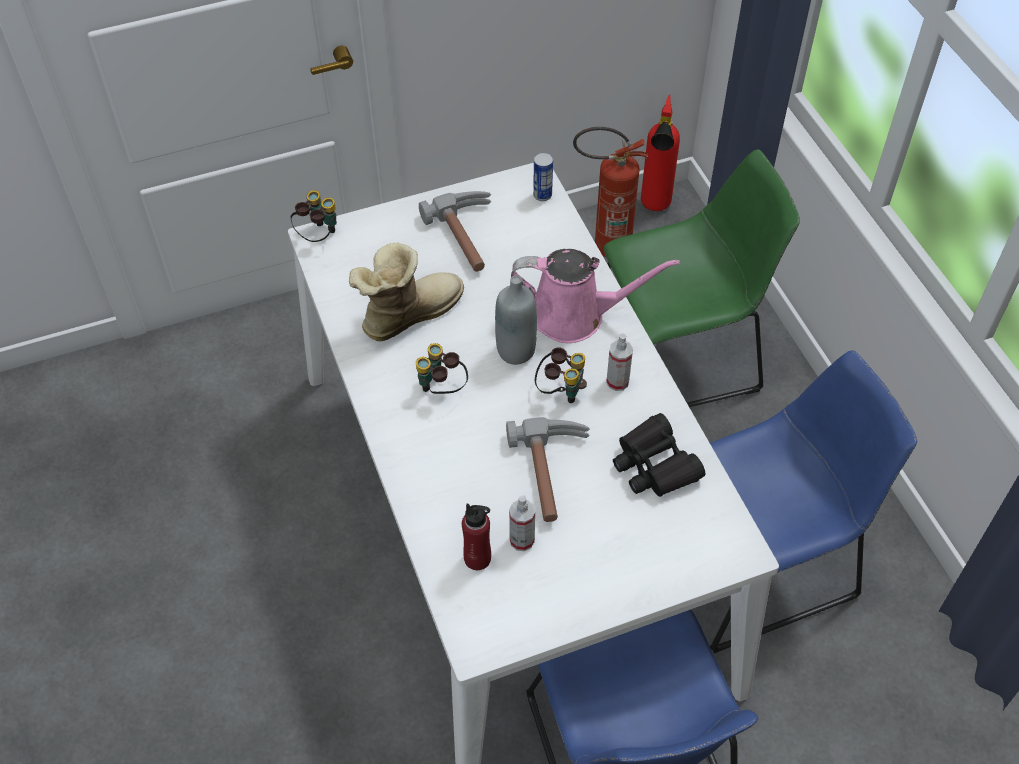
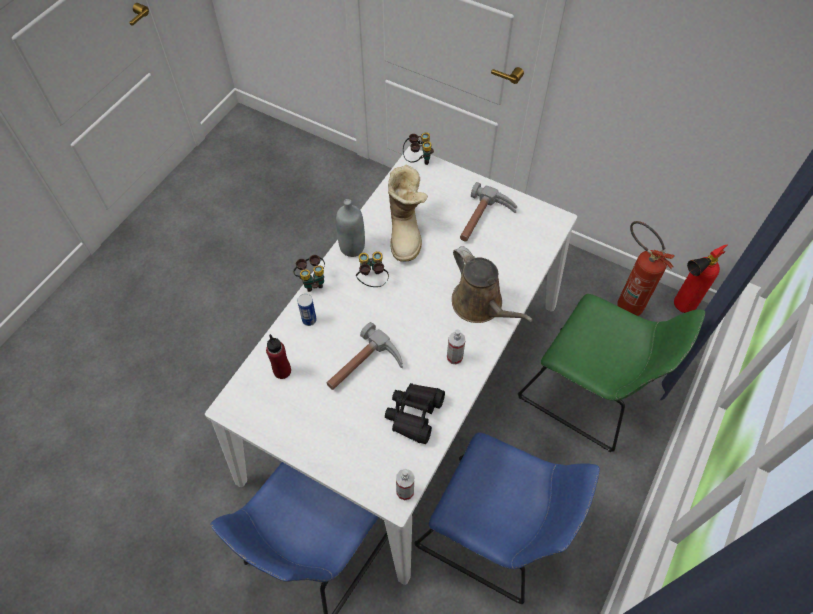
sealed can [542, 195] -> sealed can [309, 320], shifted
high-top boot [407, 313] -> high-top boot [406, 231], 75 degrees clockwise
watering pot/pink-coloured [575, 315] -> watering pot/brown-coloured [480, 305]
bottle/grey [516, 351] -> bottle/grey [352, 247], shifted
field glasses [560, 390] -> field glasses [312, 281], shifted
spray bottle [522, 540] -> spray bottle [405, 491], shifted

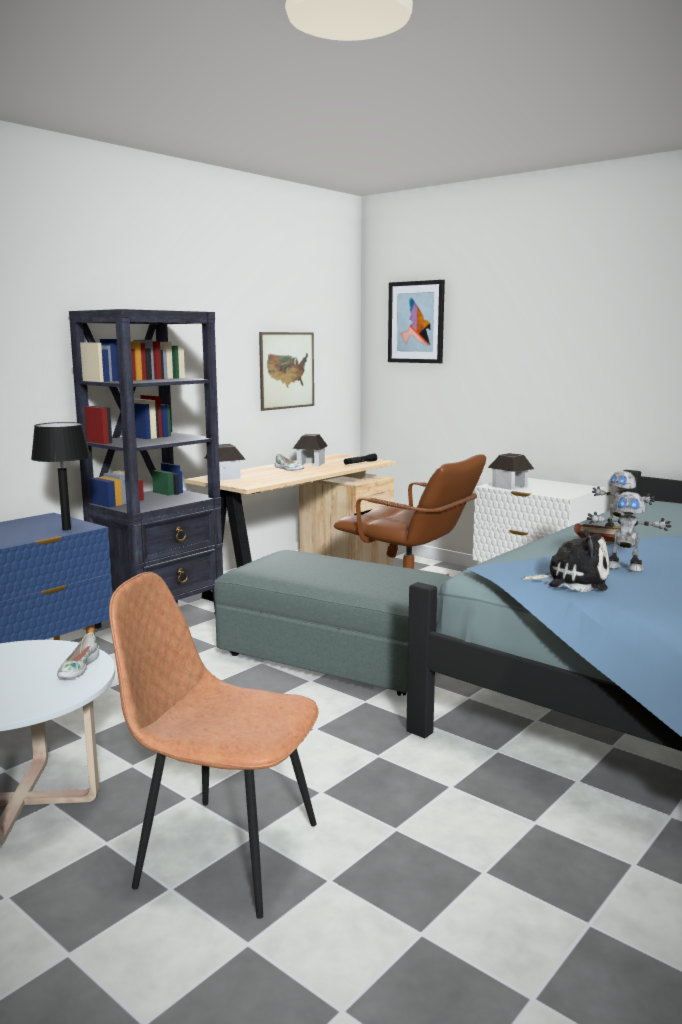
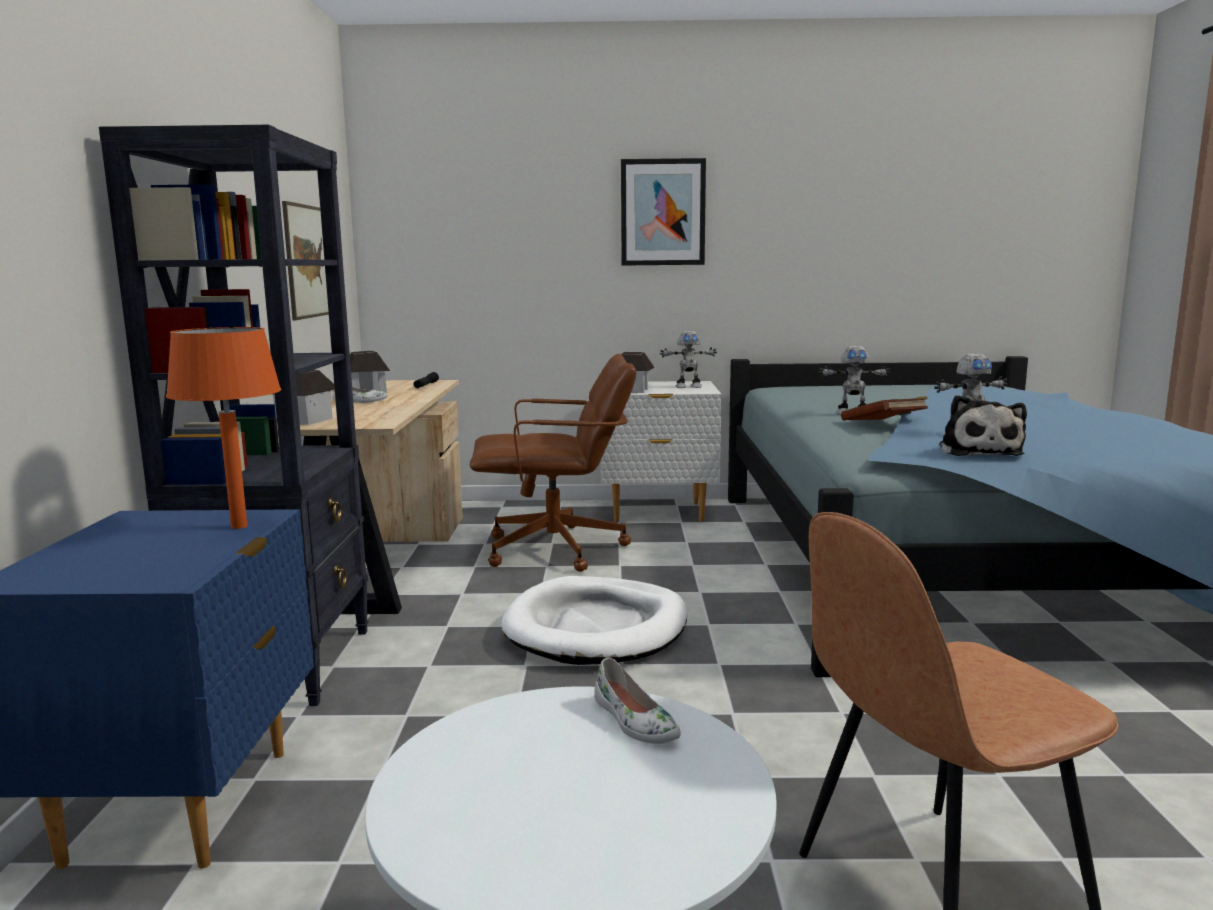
picture [416, 322] -> picture [662, 212], shifted
lamp for a table/black [66, 529] -> lamp for a table/orange [239, 526]
plush toy [572, 581] -> plush toy [979, 451], 120 degrees clockwise
footrest/grey [337, 656] -> pet bed/white [597, 628]
none -> robot figure [688, 387]

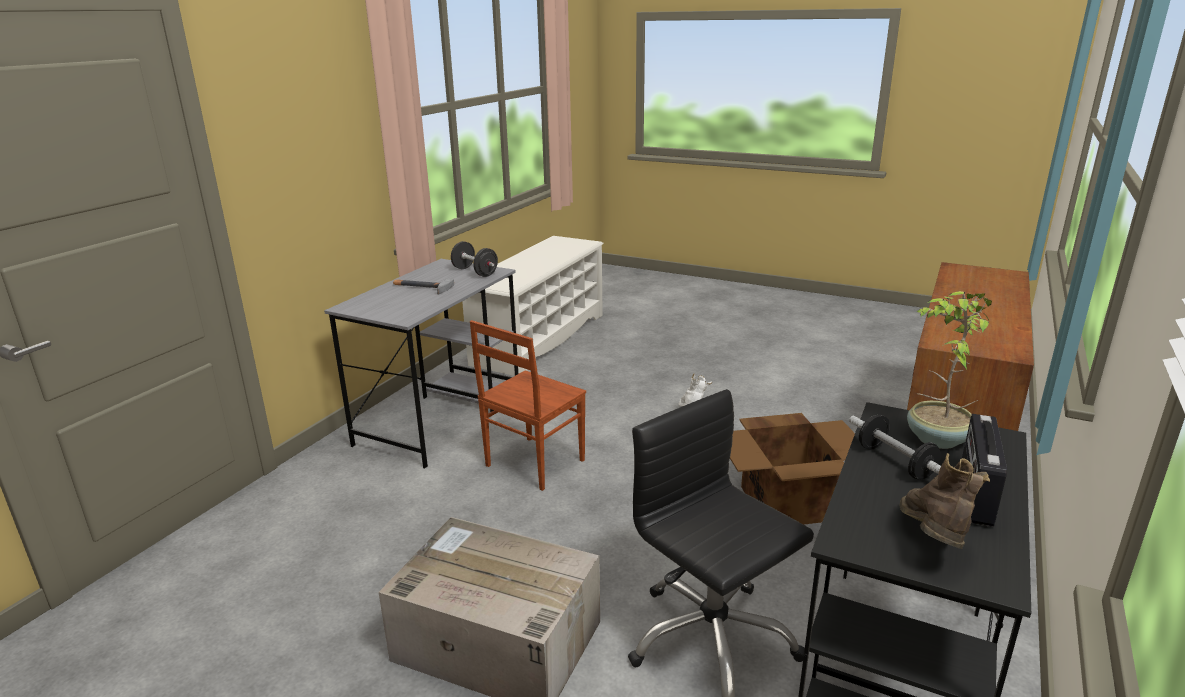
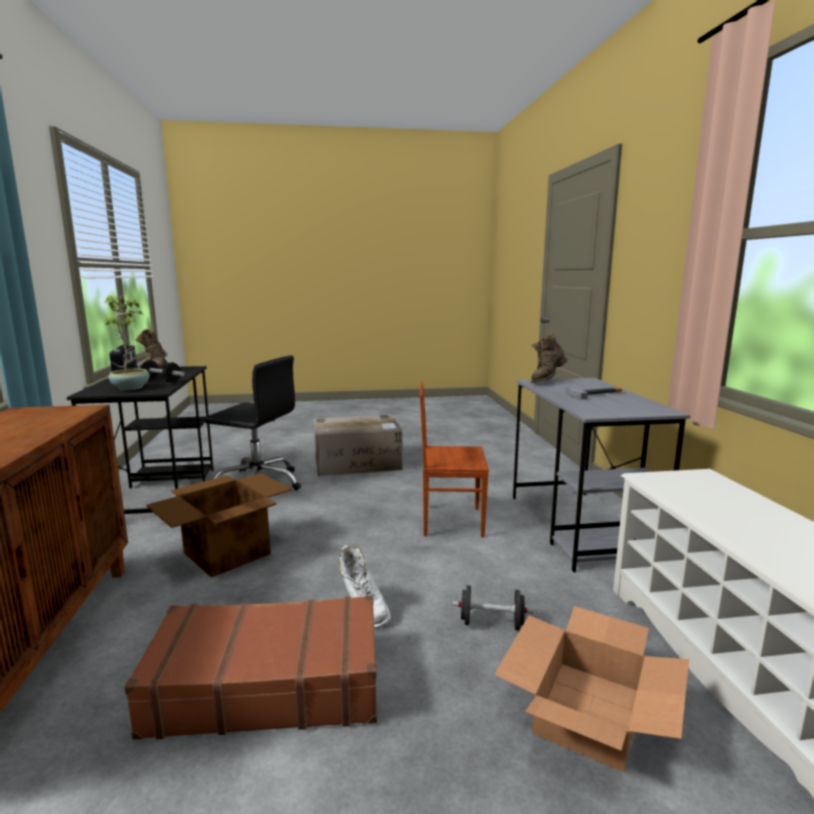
free weight/black [475, 272] -> free weight/black [491, 623], shifted
plain chair/brown-coloured [533, 463] -> plain chair/brown-coloured [450, 520], 90 degrees counterclockwise
none -> high-top boot/brown-coloured [547, 381]
none -> suitcase/brown-coloured [267, 683]
none -> cardboard box [588, 712]

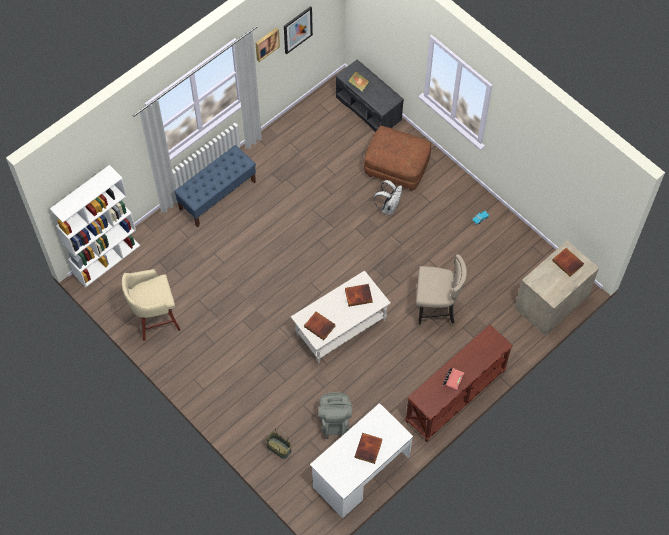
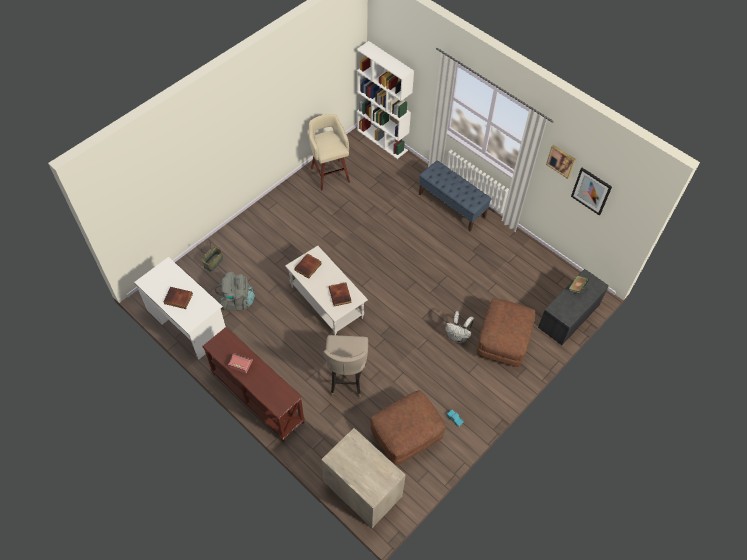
bound book [568, 262] -> none
none -> footrest/brown-coloured [406, 435]

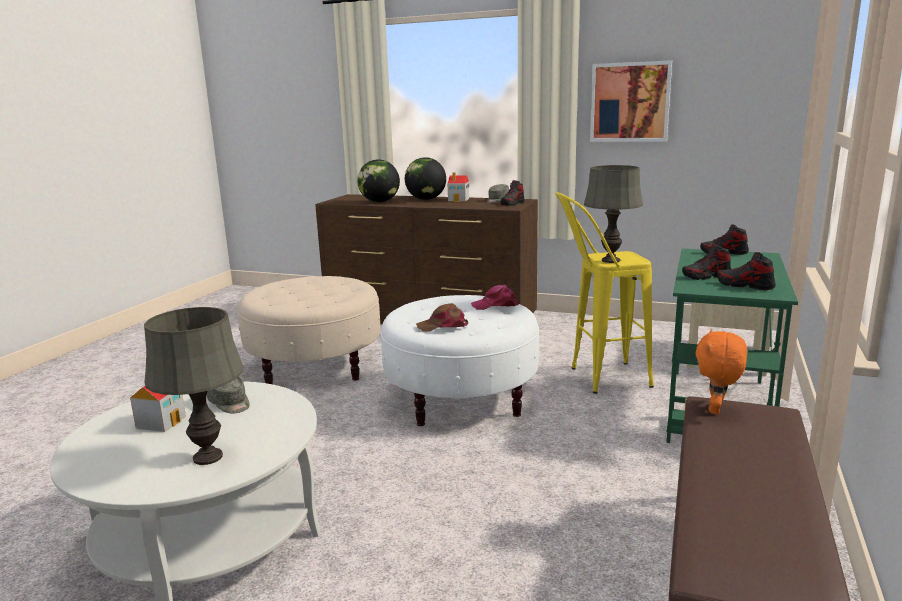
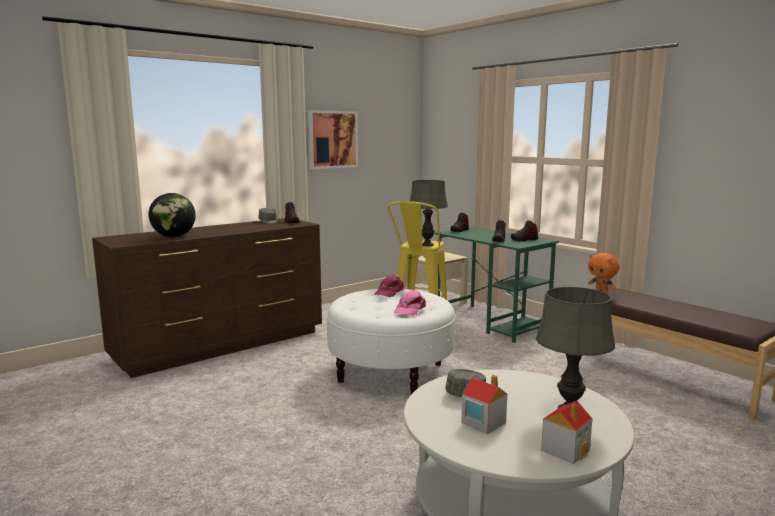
desk globe [426, 199] -> none
miniature house [459, 200] -> miniature house [565, 450], shifted
footrest/beige [315, 366] -> none
cap/brown-coloured [443, 326] -> cap/pink-coloured [409, 309]

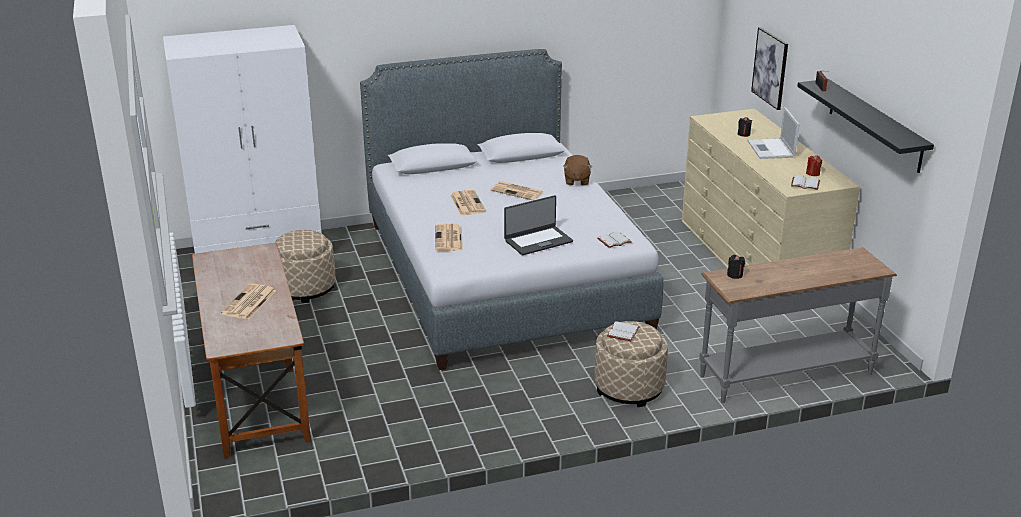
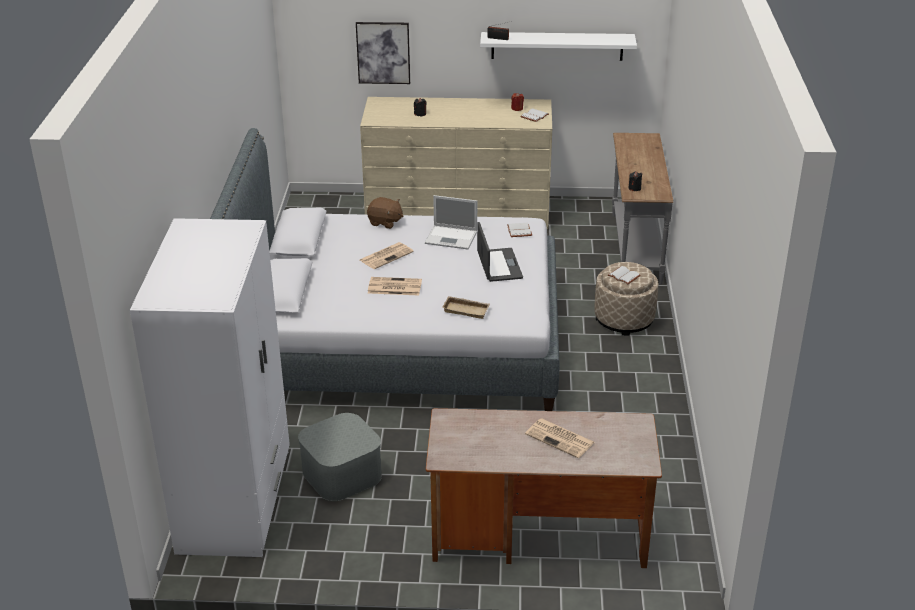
wall shelf/black [875, 125] -> wall shelf/white [557, 46]
laptop [771, 149] -> laptop [452, 237], shifted
printed paper [449, 239] -> tray/beige [467, 310]
footrest/beige [305, 288] -> storage box/grey [341, 473]

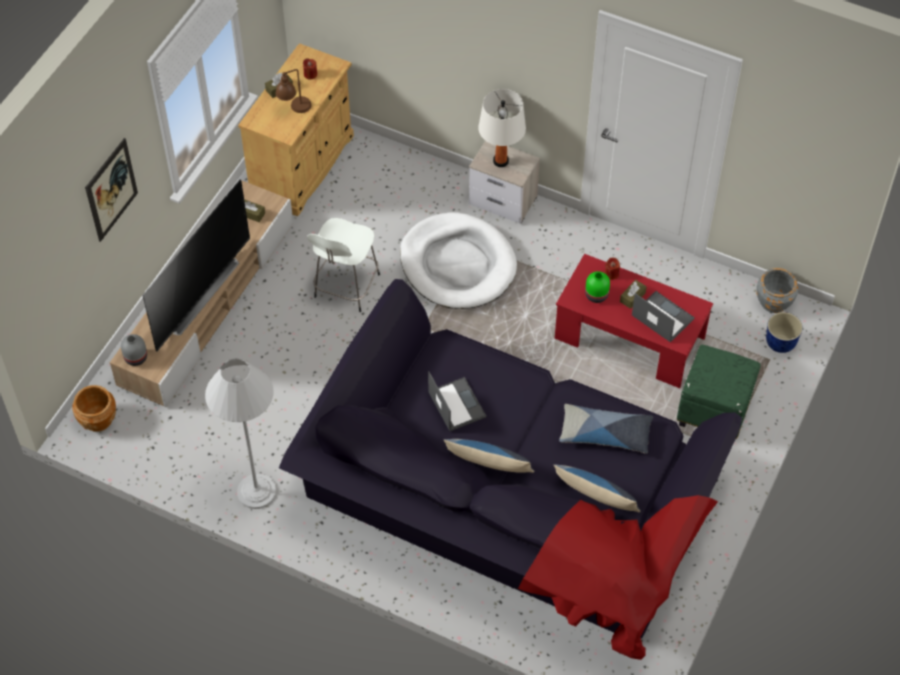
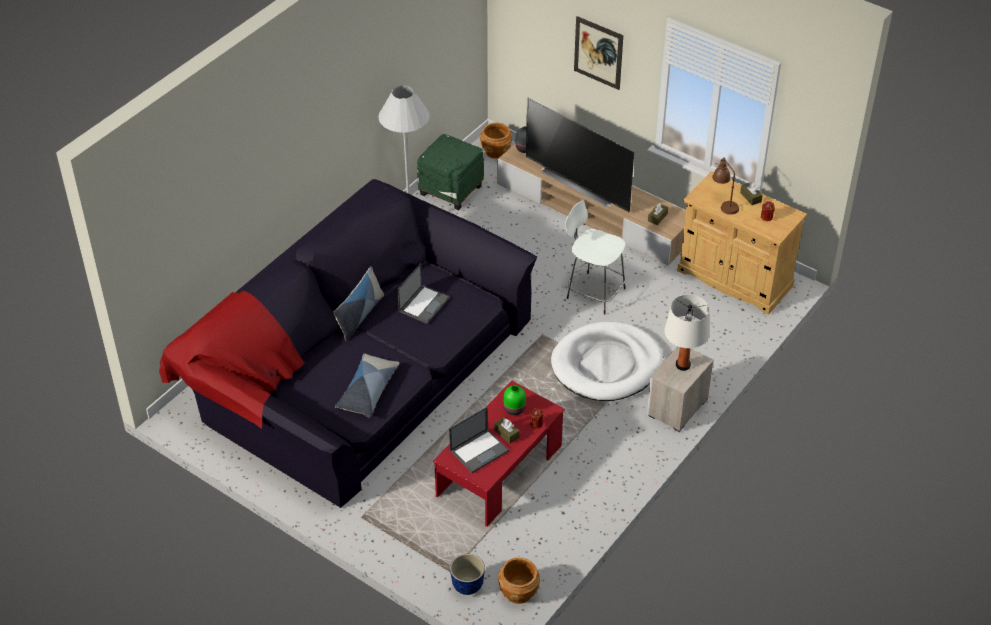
plant pot/grey [774, 302] -> plant pot/brown-coloured [518, 592]
footrest/green-coloured [713, 410] -> footrest/green-coloured [452, 190], shifted
laptop [456, 404] -> laptop [424, 304], 45 degrees counterclockwise
pillow [595, 499] -> none

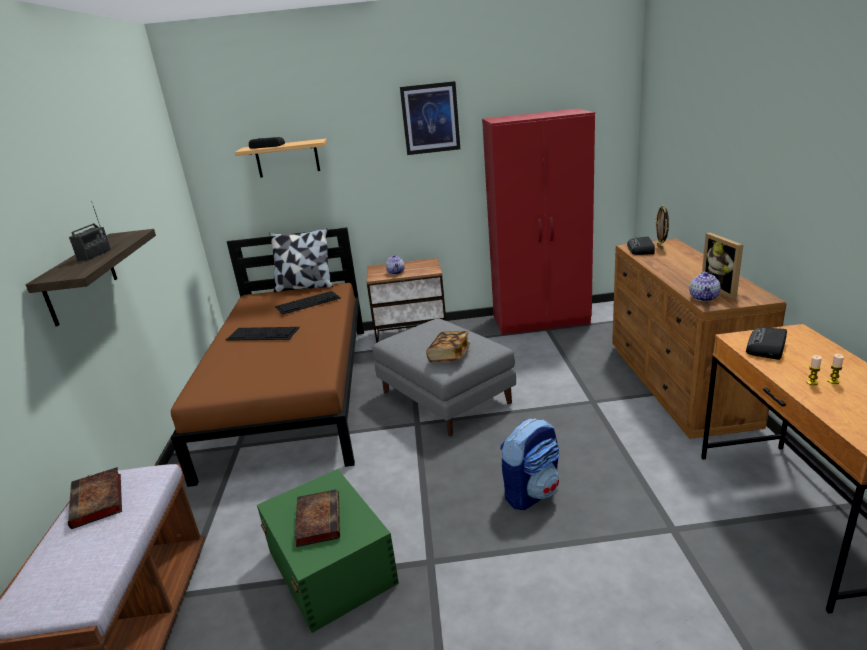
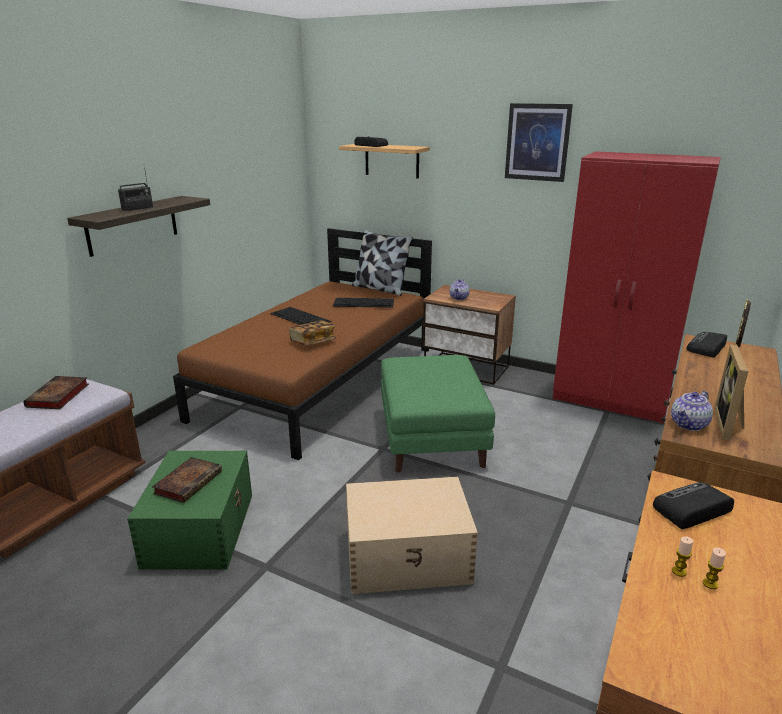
footrest/grey [444, 398] -> footrest/green-coloured [430, 436]
bound book [449, 356] -> bound book [313, 342], shifted
knapsack [531, 492] -> storage box/beige [408, 556]

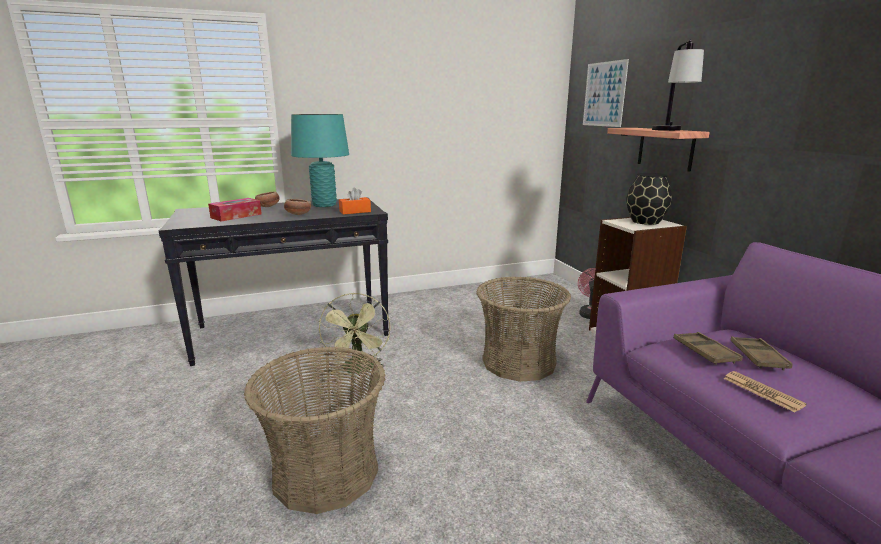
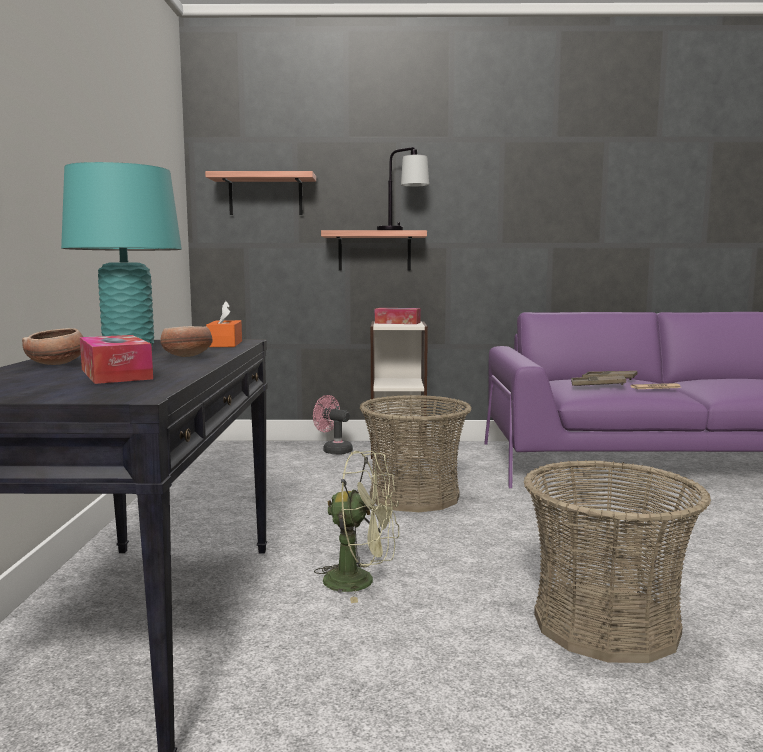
picture [604, 94] -> wall shelf [265, 195]
flower vase/black [646, 221] -> tissue box [397, 323]

